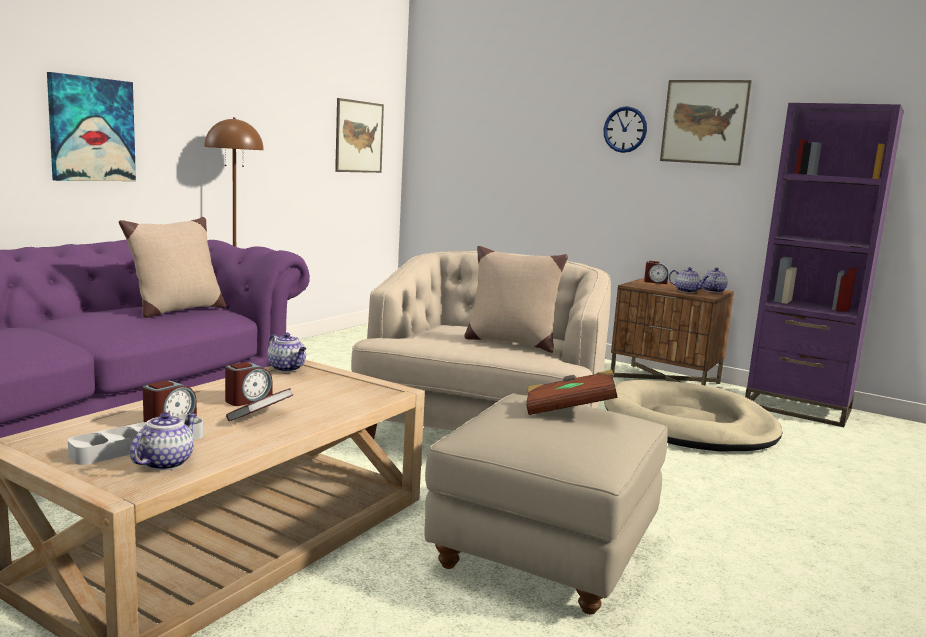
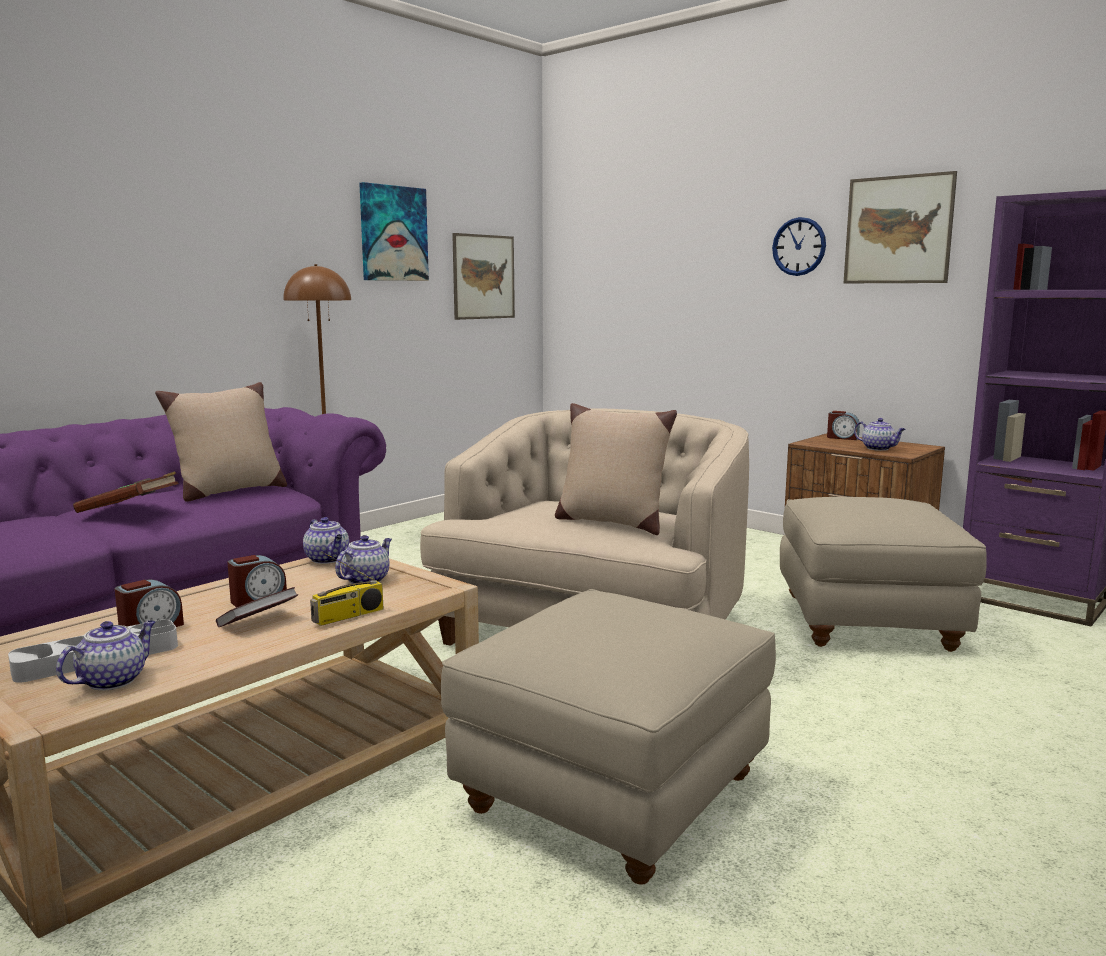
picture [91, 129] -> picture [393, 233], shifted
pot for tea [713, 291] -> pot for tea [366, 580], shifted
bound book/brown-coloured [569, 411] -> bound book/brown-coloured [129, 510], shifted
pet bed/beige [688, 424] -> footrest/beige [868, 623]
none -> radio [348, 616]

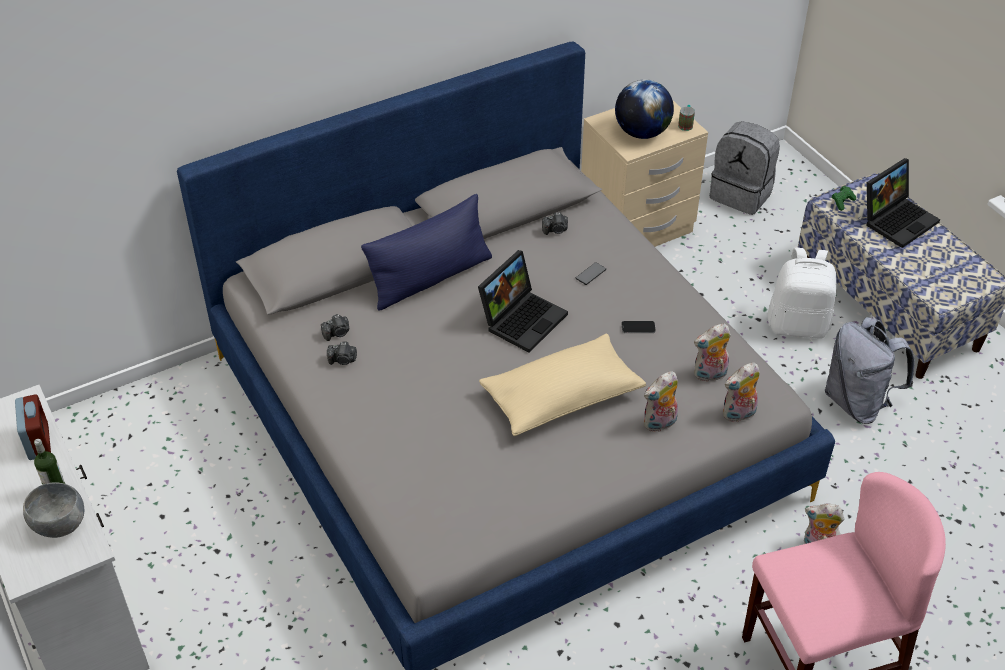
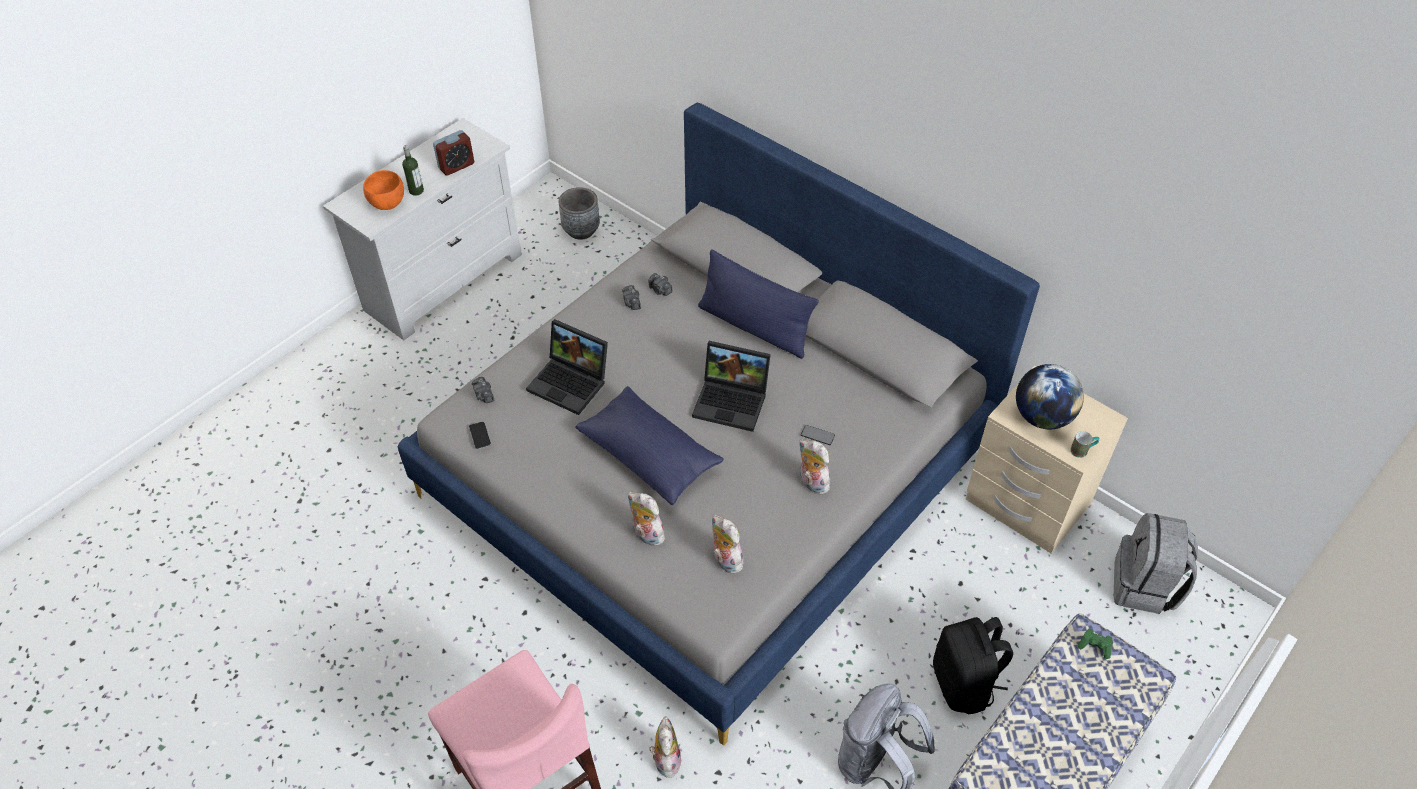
laptop [897, 219] -> laptop [571, 382], shifted
still camera [555, 230] -> still camera [484, 395], shifted
knapsack/white [798, 325] -> knapsack/black [964, 684]
telephone [638, 327] -> telephone [480, 436], shifted
pillow/beige [561, 398] -> pillow/blue [649, 455]
plush toy [739, 415] -> plush toy [811, 483], shifted
bowl/grey [60, 526] -> bowl/orange [387, 204]
none -> plant pot/grey [581, 230]

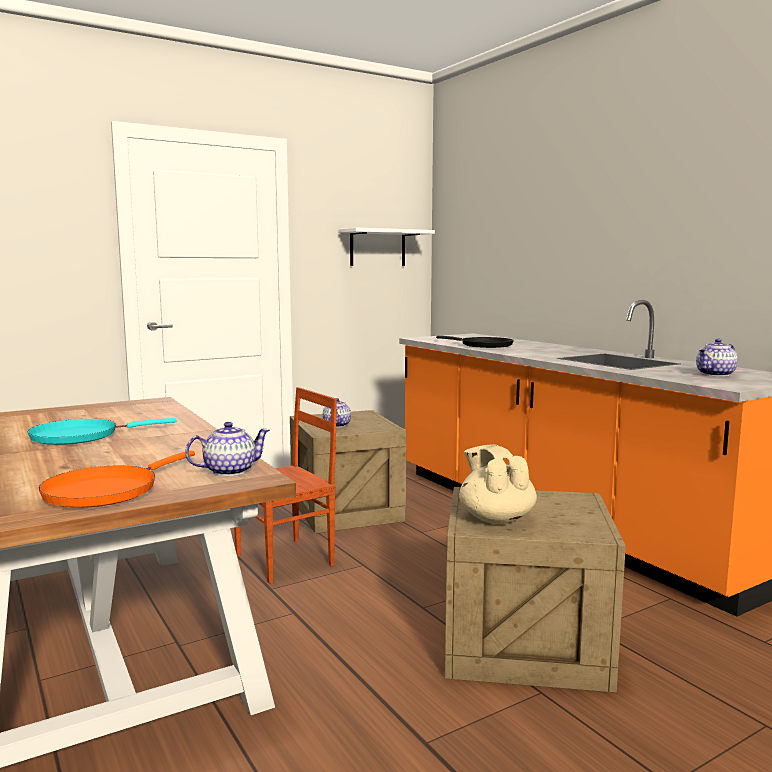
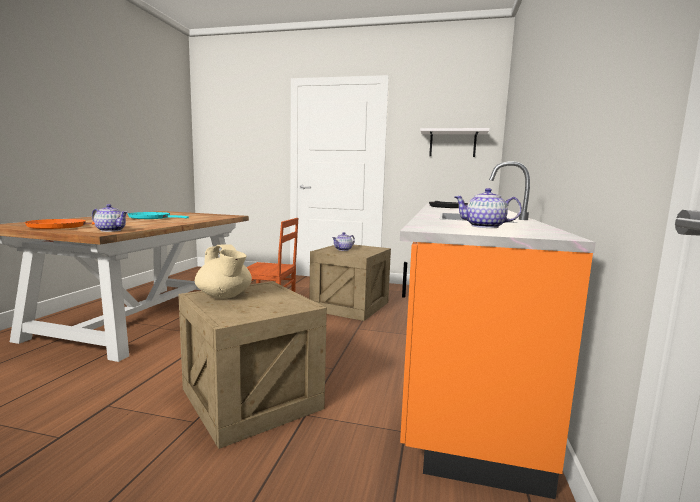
pot for tea/beige [495, 518] -> pot for tea/beige [224, 296], 120 degrees clockwise

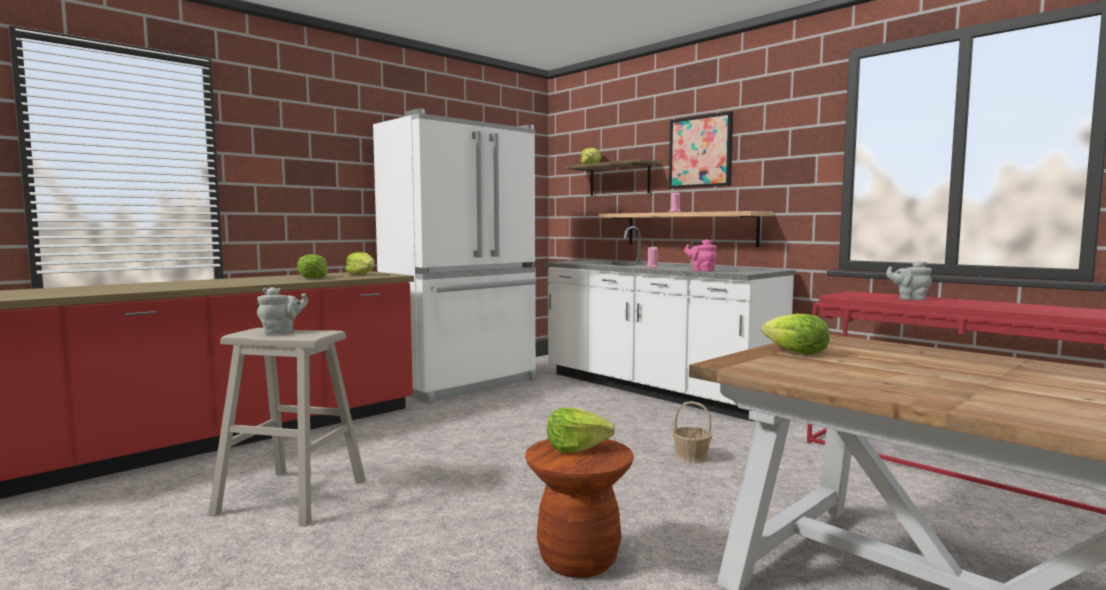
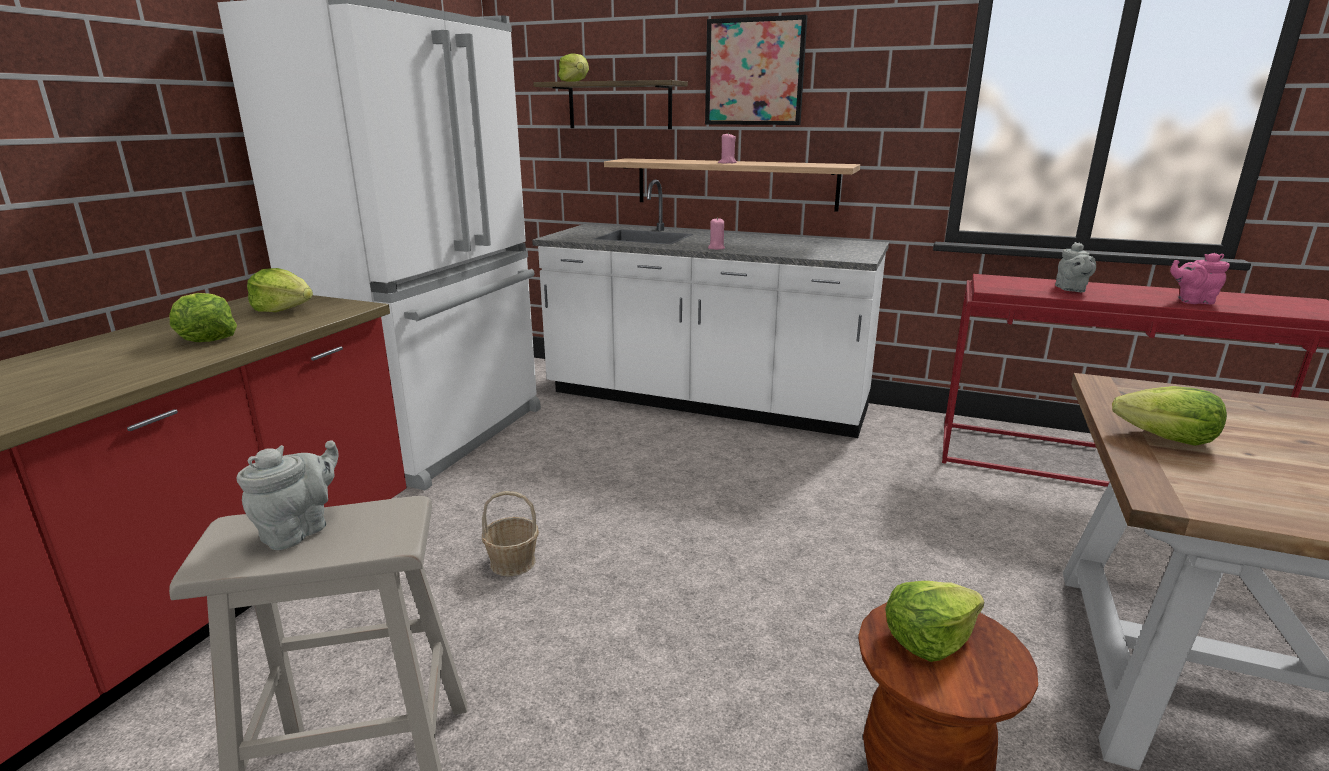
pot for tea/pink-coloured [701, 270] -> pot for tea/pink-coloured [1192, 301], shifted
pot for tea/grey [909, 299] -> pot for tea/grey [1071, 289], 75 degrees counterclockwise
storage basket [691, 457] -> storage basket [512, 562], shifted

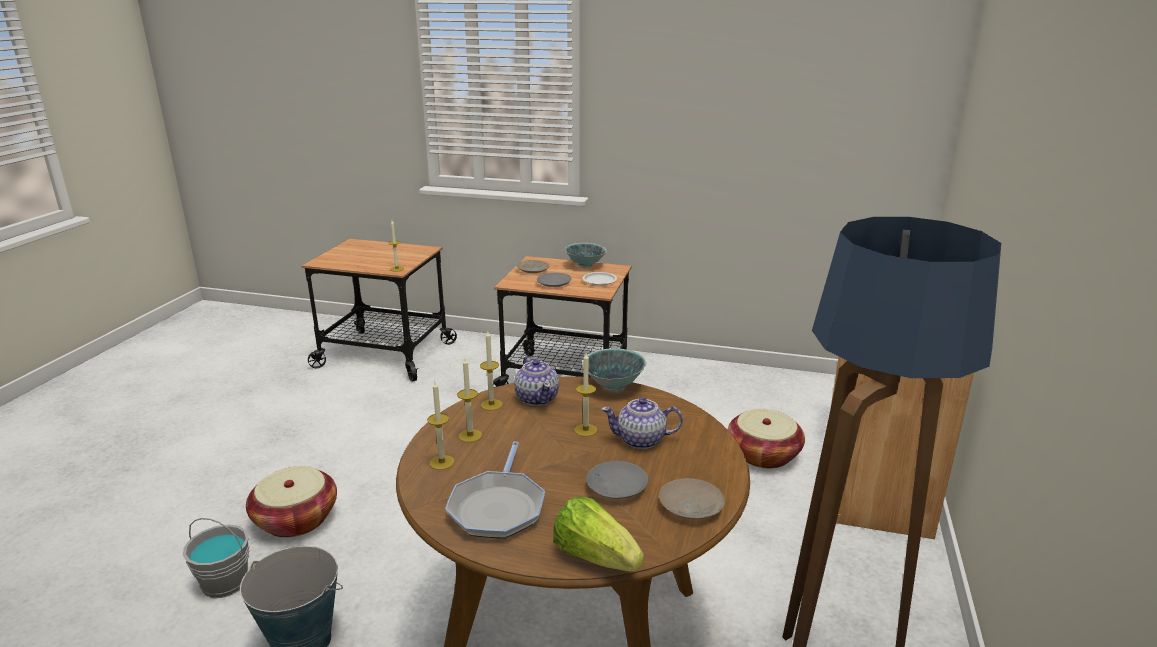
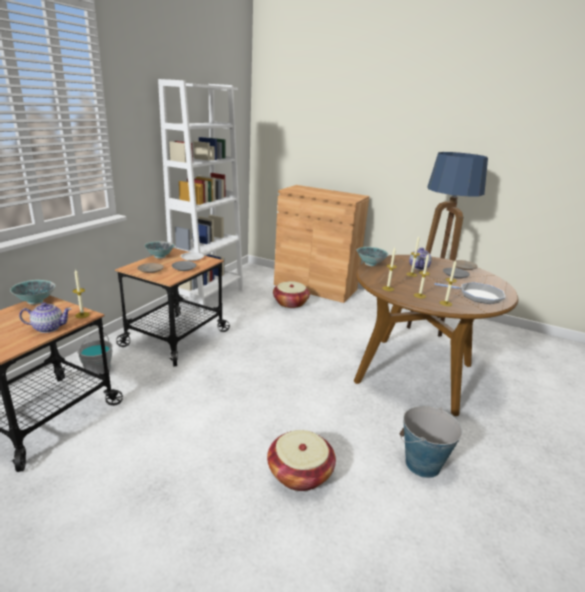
pot for tea [537, 398] -> pot for tea [48, 328], shifted
lettuce [595, 556] -> none
pail/grey [224, 583] -> pail/grey [98, 370], shifted
none -> bookshelf/white [208, 296]
none -> bowl [35, 302]

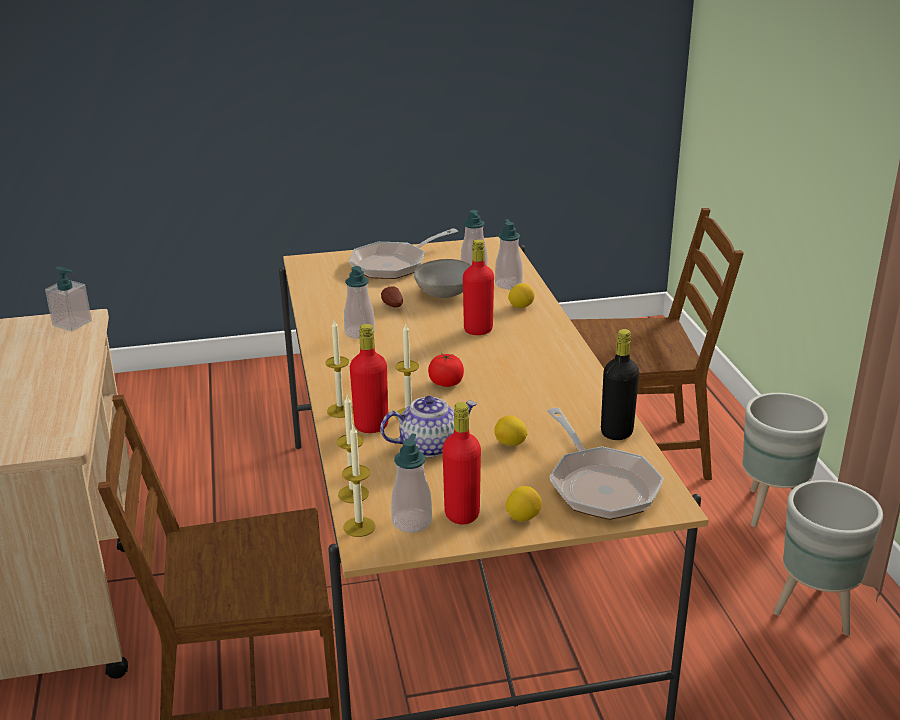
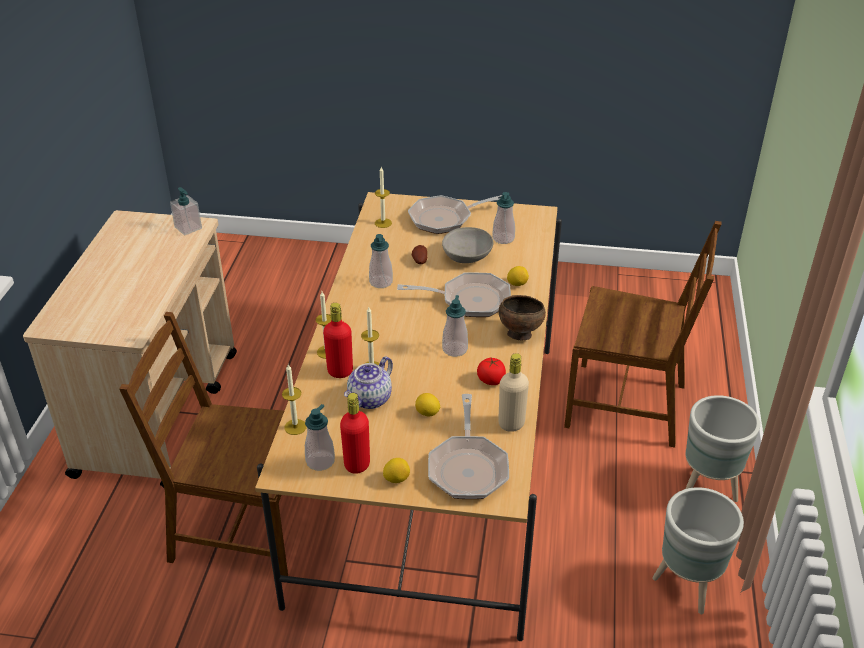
soap bottle [508, 284] -> soap bottle [455, 349], shifted
bottle/red [478, 330] -> pan [469, 300]
bottle/black [616, 432] -> bottle/beige [511, 424]
whole tomato [446, 383] -> whole tomato [491, 380], shifted
pot for tea [430, 445] -> pot for tea [370, 399], 120 degrees clockwise
wax candle [359, 527] -> wax candle [383, 223], shifted
none -> bowl/brown-coloured [519, 334]

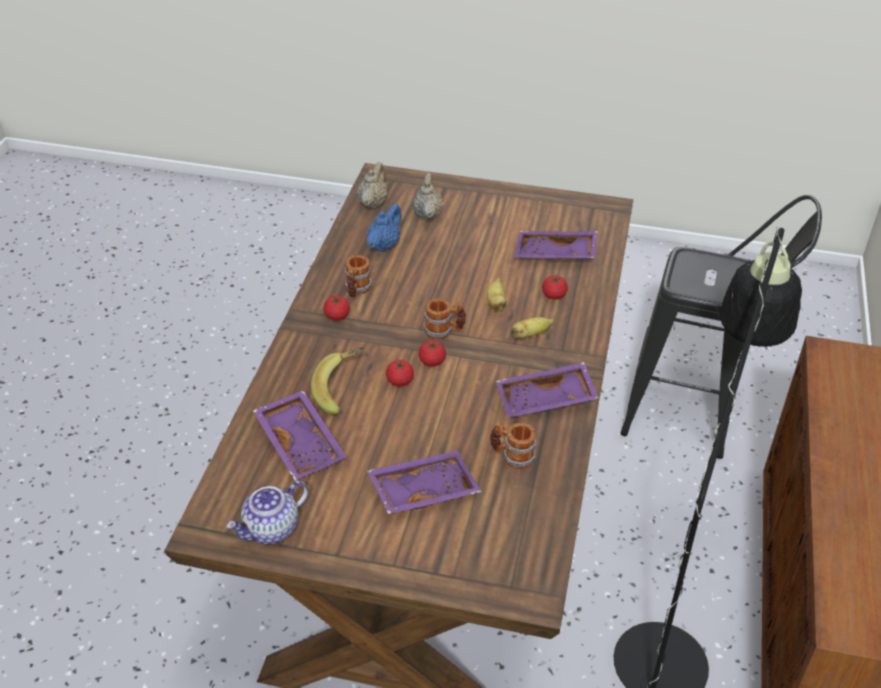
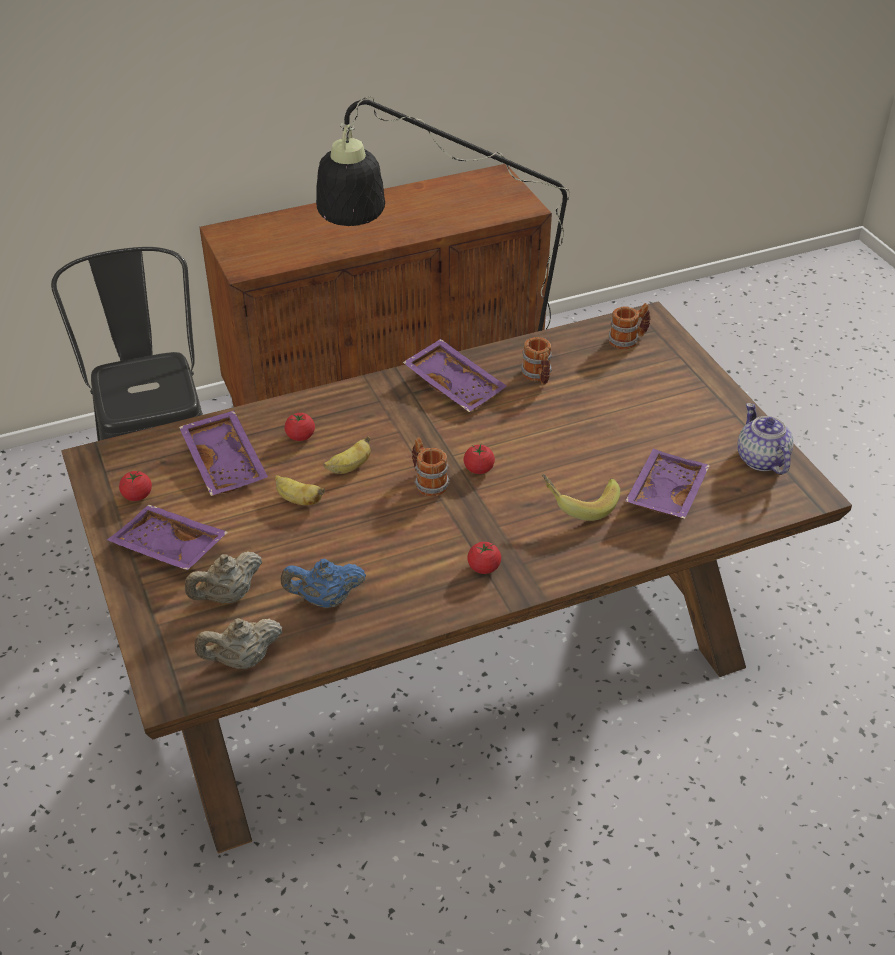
coffee mug [356, 290] -> coffee mug [628, 340], shifted
whole banana [530, 335] -> whole banana [298, 500], shifted
whole tomato [400, 381] -> whole tomato [137, 495], shifted
tray/purplish [423, 489] -> tray/purplish [168, 549], shifted
pot for tea [271, 530] -> pot for tea [760, 459], 120 degrees counterclockwise

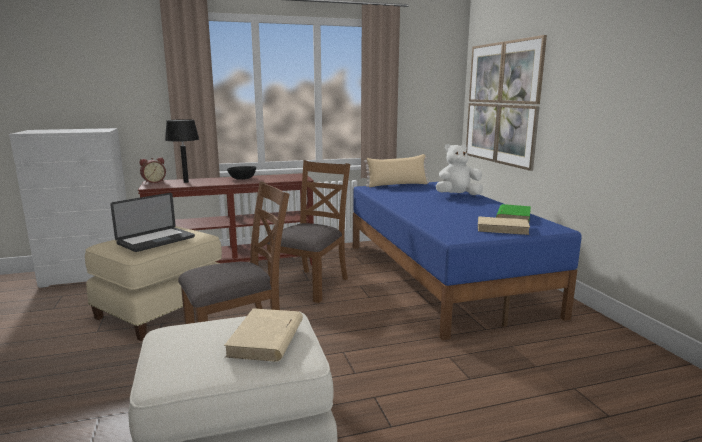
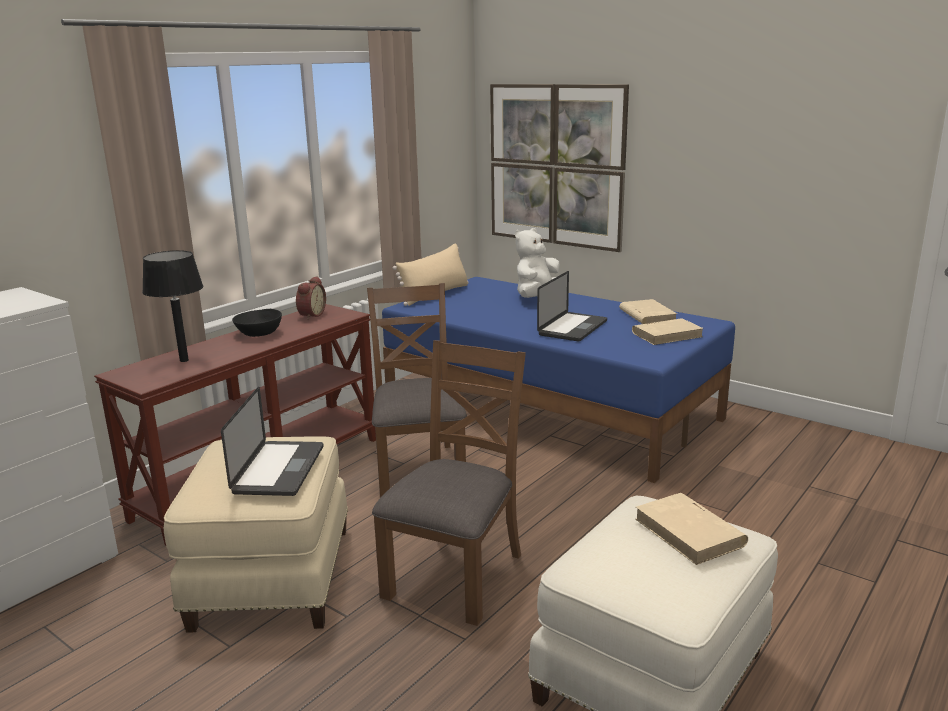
alarm clock [153, 182] -> alarm clock [310, 315], shifted
bound book/green-coloured [513, 216] -> bound book/beige [647, 315]
none -> laptop [572, 328]

